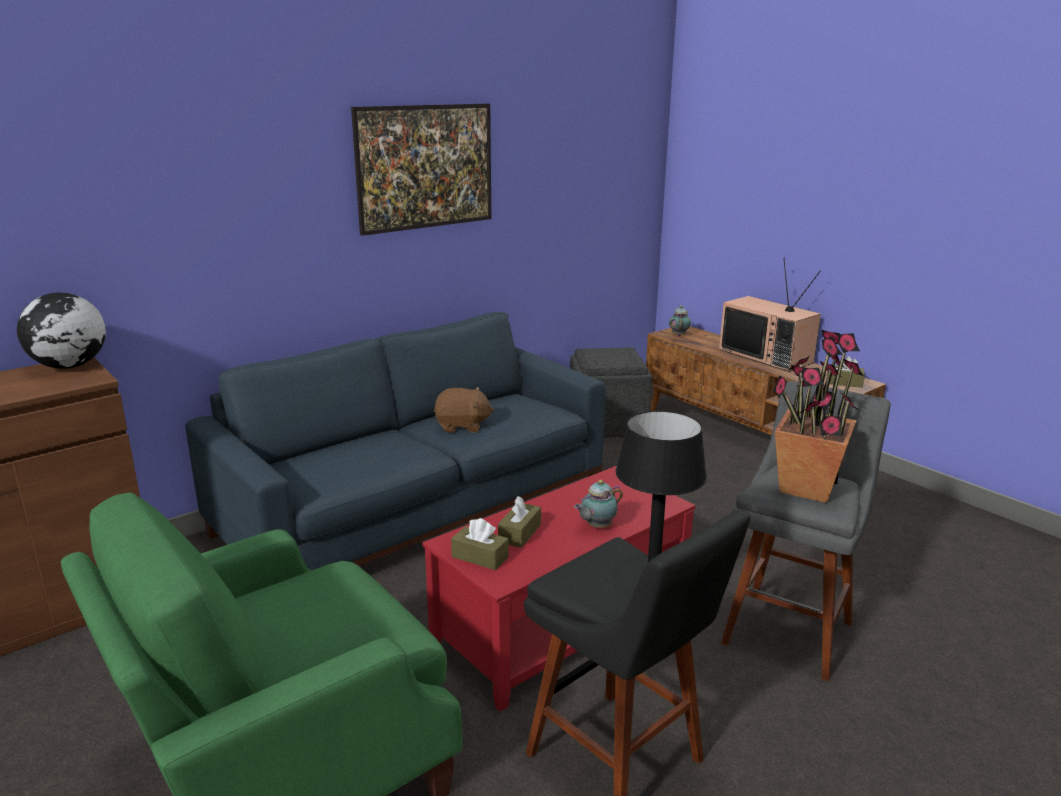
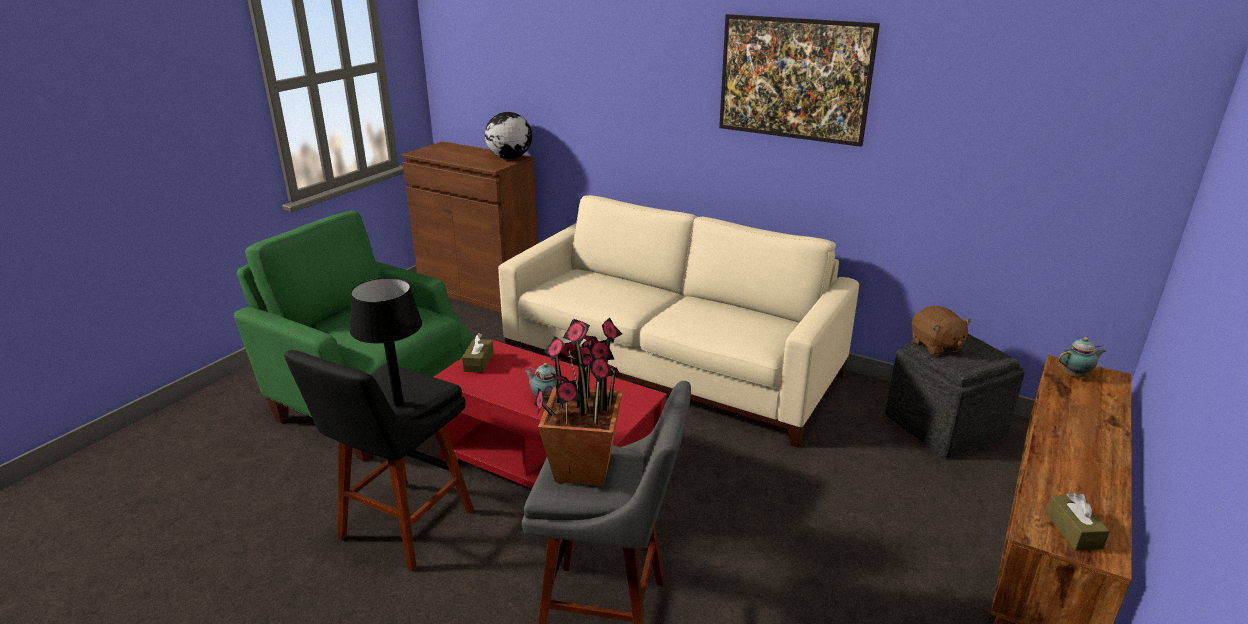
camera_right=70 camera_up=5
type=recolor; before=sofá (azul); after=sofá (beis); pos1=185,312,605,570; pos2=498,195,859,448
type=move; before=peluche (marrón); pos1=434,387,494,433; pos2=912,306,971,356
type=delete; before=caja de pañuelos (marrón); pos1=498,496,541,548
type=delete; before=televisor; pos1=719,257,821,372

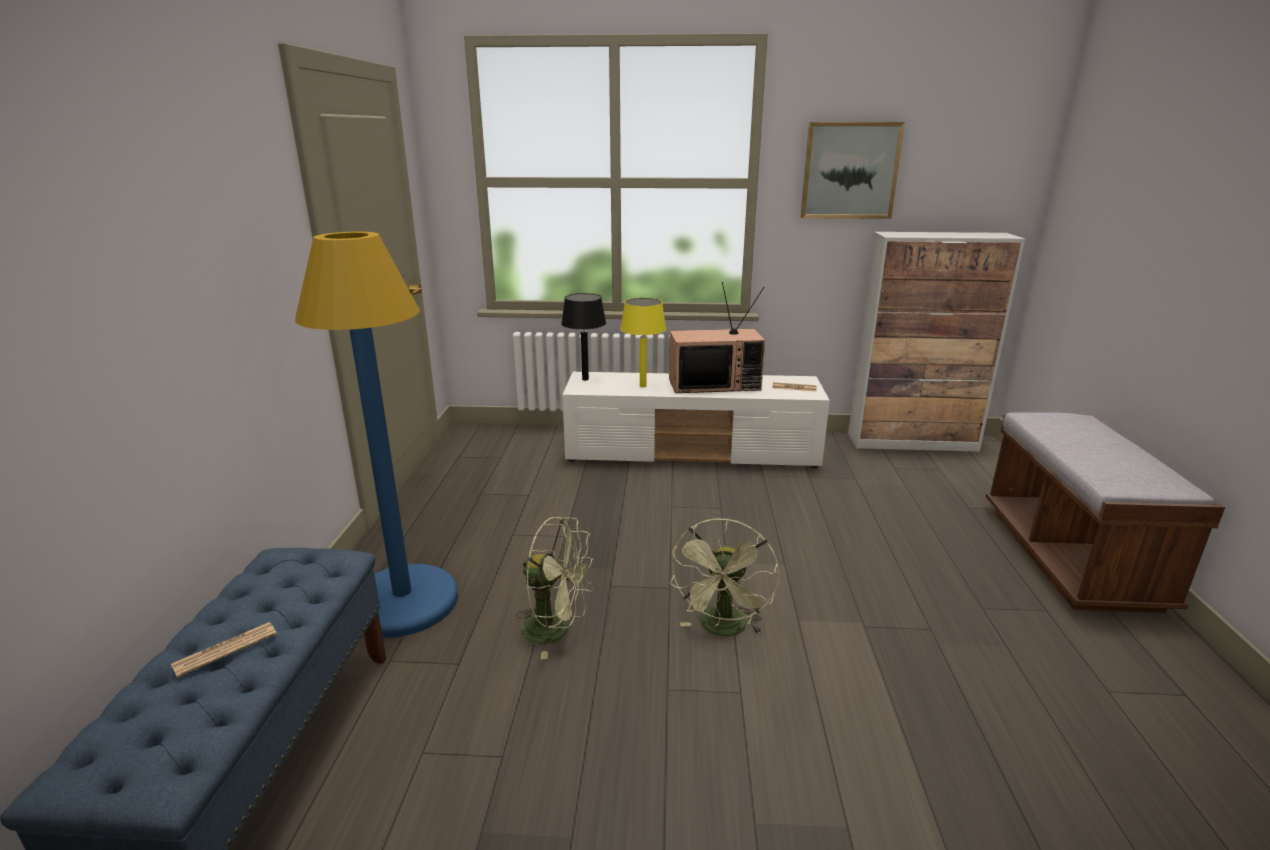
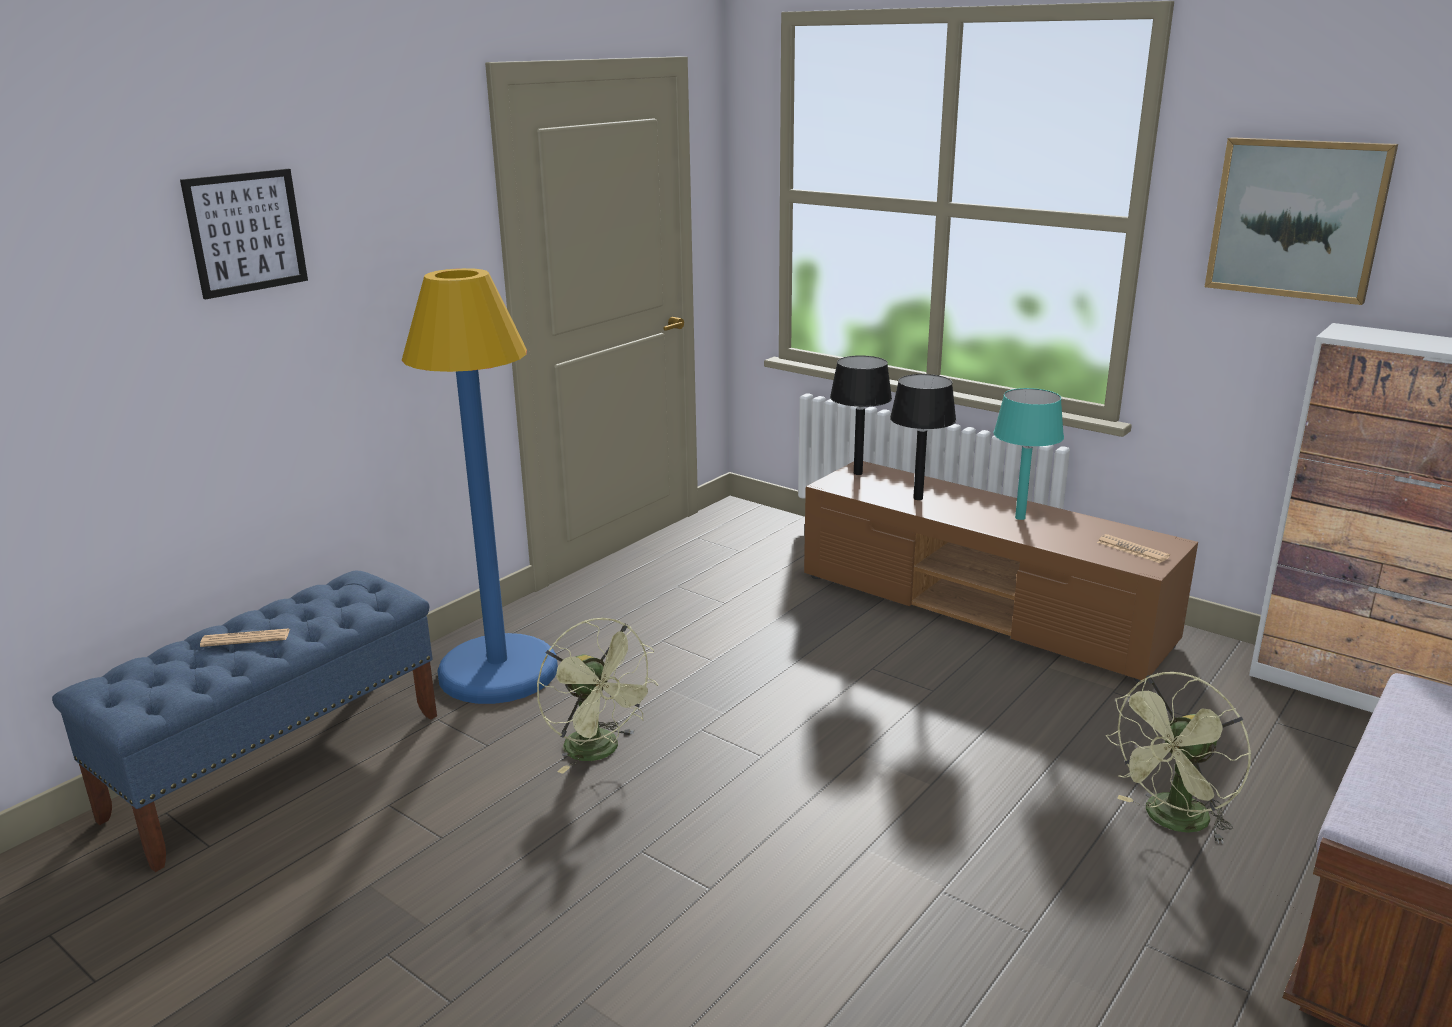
camera_right=35 camera_up=0
type=insert; after=cuadro; pos2=180,169,308,299
type=recolor; before=mueble de televisión (blanco); after=mueble de televisión (marrón); pos1=562,372,830,468; pos2=804,461,1198,683
type=recolor; before=lámpara de mesa (amarillo); after=lámpara de mesa (negro); pos1=620,298,666,387; pos2=890,374,956,500
type=replace; before=televisor; after=lámpara de mesa (turquesa); pos1=669,282,765,393; pos2=993,388,1064,520
type=move; before=ventilador (verde); pos1=669,519,779,636; pos2=1105,672,1251,844

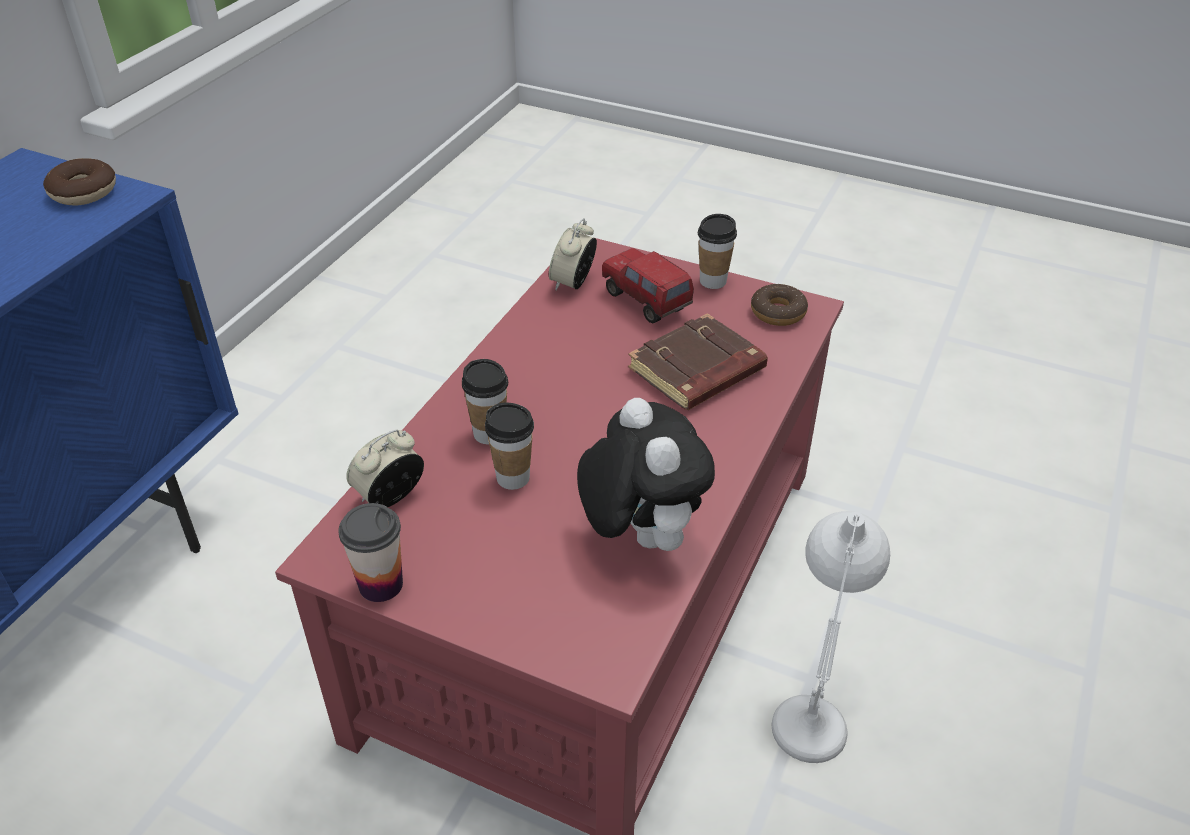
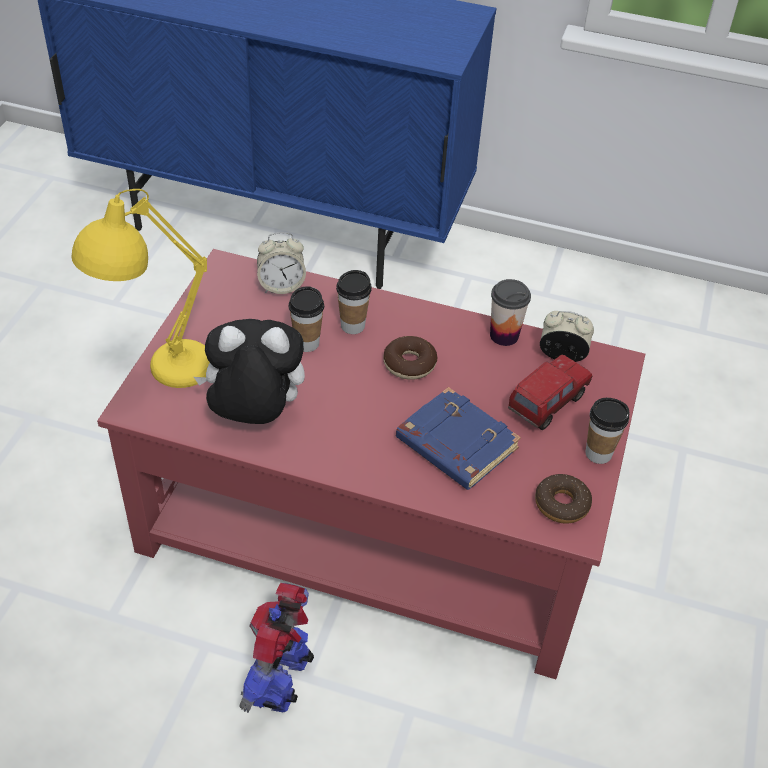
camera_right=80 camera_up=5
type=insert; after=lámpara de mesa (amarillo); pos2=72,189,210,388
type=rotate; before=peluche; pos1=577,398,715,551; pos2=194,319,305,424; turn=-150
type=replace; before=lámpara de mesa (blanco); after=robot de juguete; pos1=772,511,890,763; pos2=239,583,314,713
type=rotate; before=despertador; pos1=346,429,424,507; pos2=257,232,306,294; turn=135
type=move; before=rosquilla; pos1=43,158,116,206; pos2=383,336,437,380
type=recolor; before=libro (marrón); after=libro (azul); pos1=628,313,768,410; pos2=396,387,521,490
type=move; before=taza; pos1=338,503,403,602; pos2=490,279,531,346

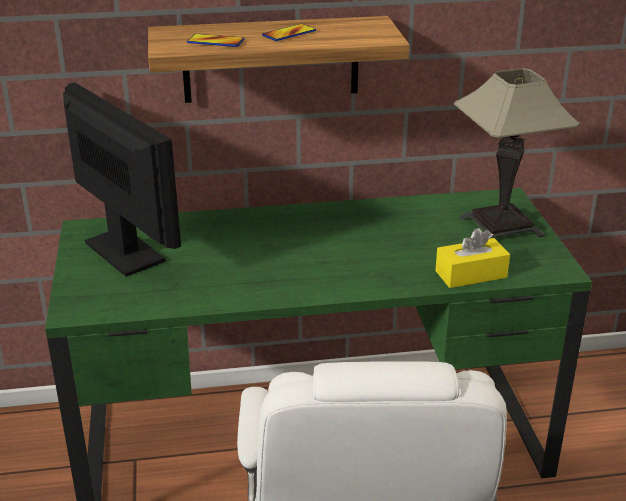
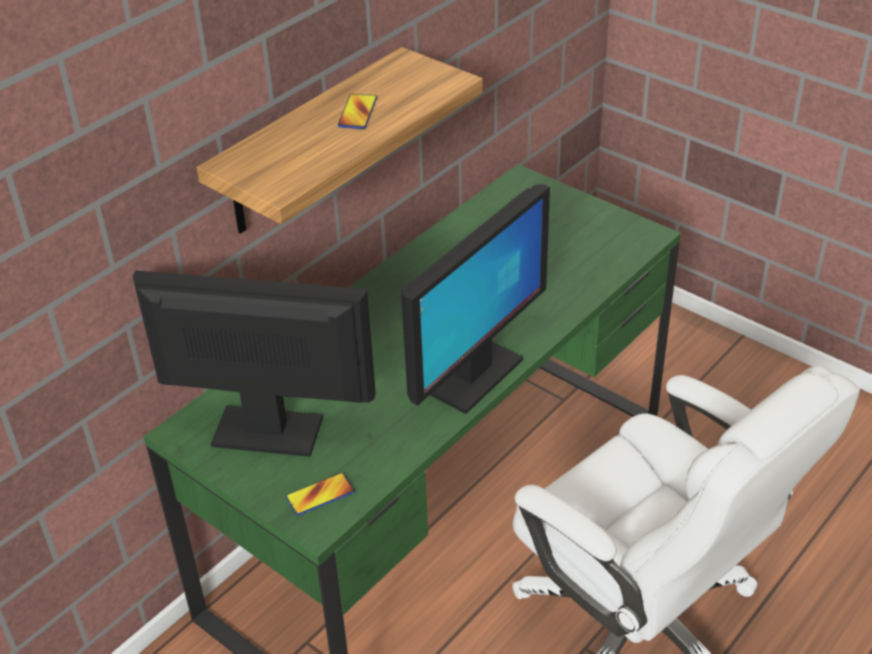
camera_right=-40 camera_up=10
type=move; before=móvil; pos1=187,34,245,47; pos2=286,473,355,515
type=insert; after=monitor; pos2=401,184,550,414
type=delete; before=caja de pañuelos (amarillo); pos1=435,228,510,288
type=delete; before=lámpara de mesa; pos1=454,68,580,239

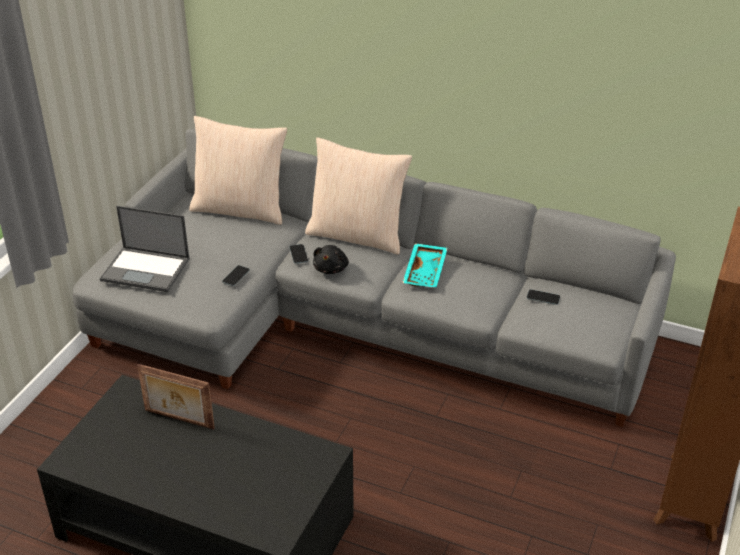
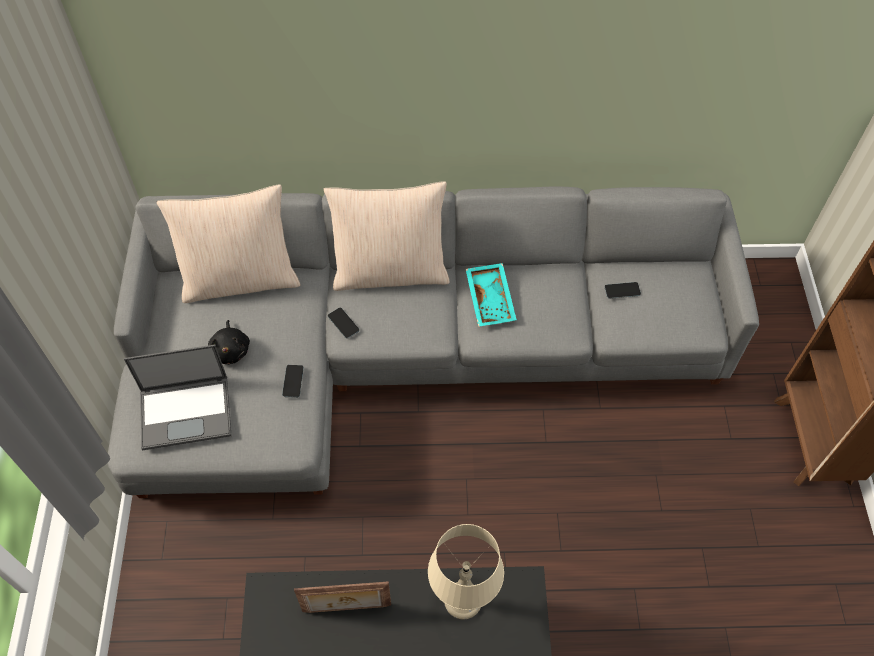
camera_right=-25 camera_up=20
type=move; before=peluche (negro); pos1=313,245,349,274; pos2=208,320,250,364
type=insert; after=lámpara de mesa (beis); pos2=428,524,504,619

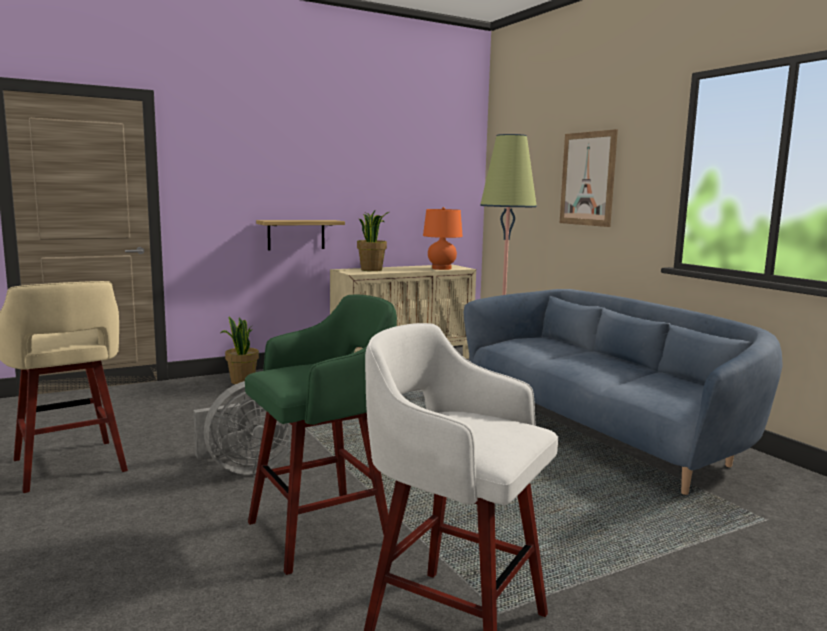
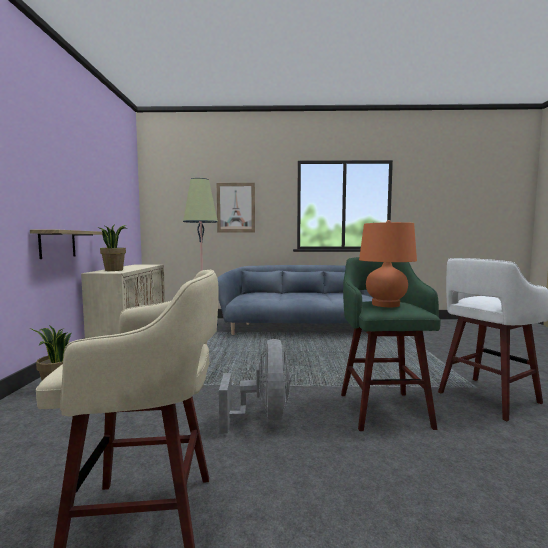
camera_right=-60 camera_up=-5
type=move; before=lámpara de mesa (naranja); pos1=423,207,463,270; pos2=359,220,417,307

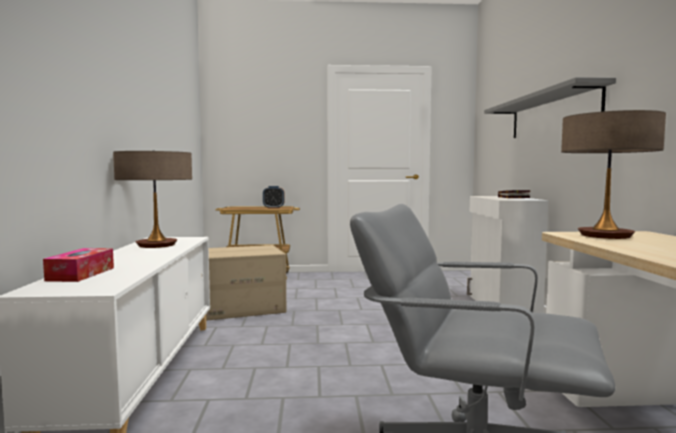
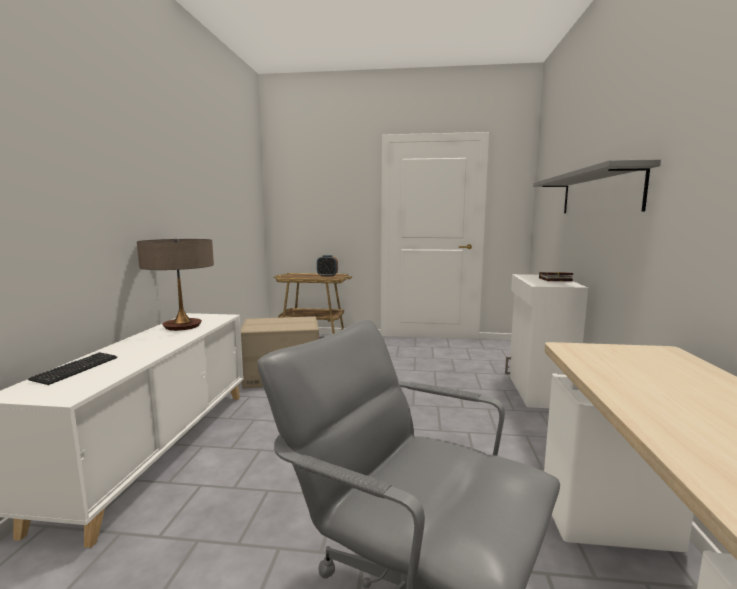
camera_right=10 camera_up=5
type=replace; before=caja de pañuelos; after=teclado; pos1=43,248,114,282; pos2=28,352,117,385
type=delete; before=lámpara de mesa; pos1=561,110,666,239

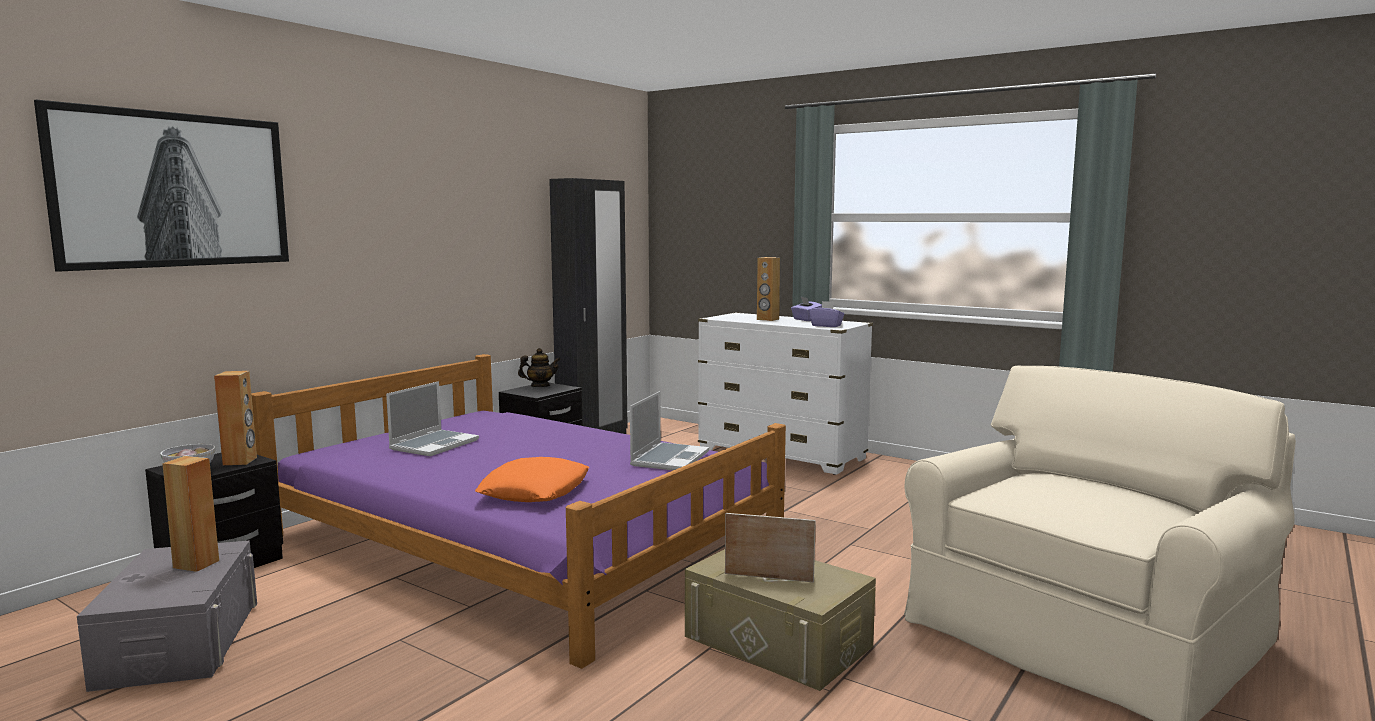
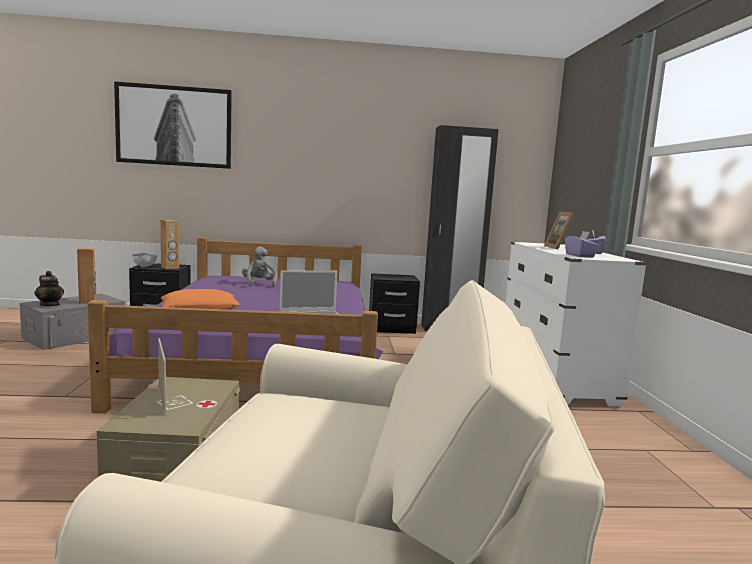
camera_right=50 camera_up=0
type=move; before=tetera; pos1=518,348,561,387; pos2=35,271,64,306
type=replace; before=portátil; after=peluche (gris); pos1=386,381,479,456; pos2=242,246,277,287
type=replace; before=altavoz (marrón); after=portarretratos; pos1=757,257,780,321; pos2=544,211,574,249

